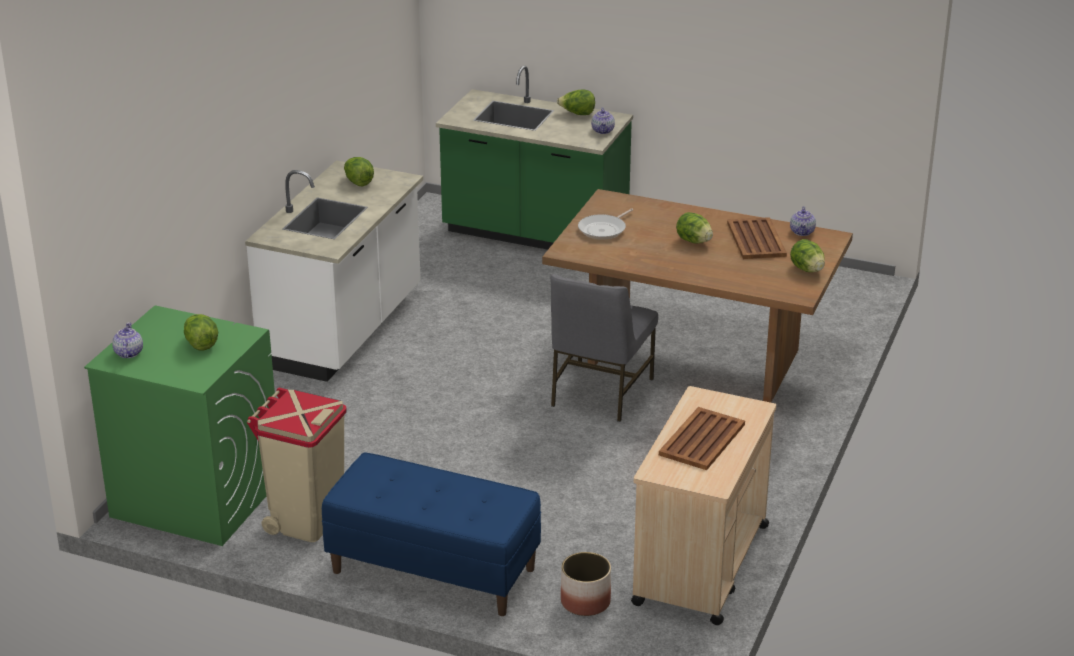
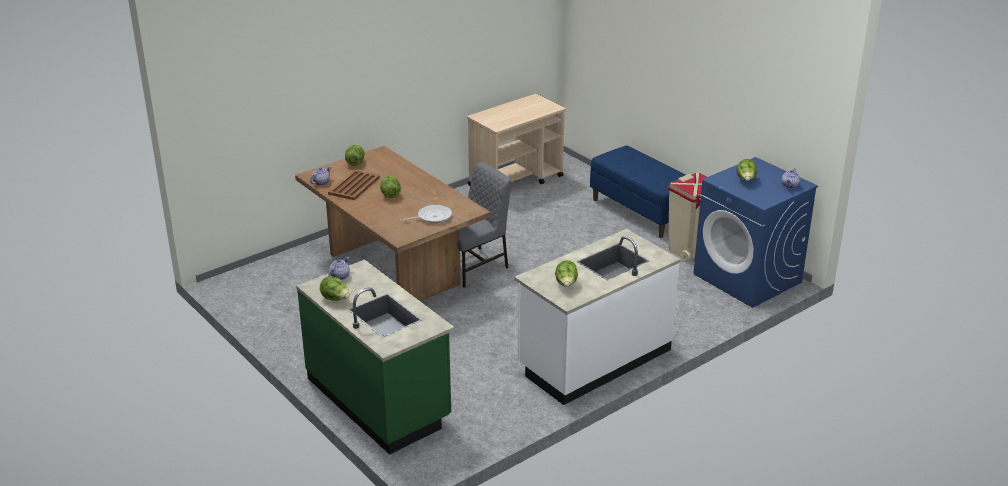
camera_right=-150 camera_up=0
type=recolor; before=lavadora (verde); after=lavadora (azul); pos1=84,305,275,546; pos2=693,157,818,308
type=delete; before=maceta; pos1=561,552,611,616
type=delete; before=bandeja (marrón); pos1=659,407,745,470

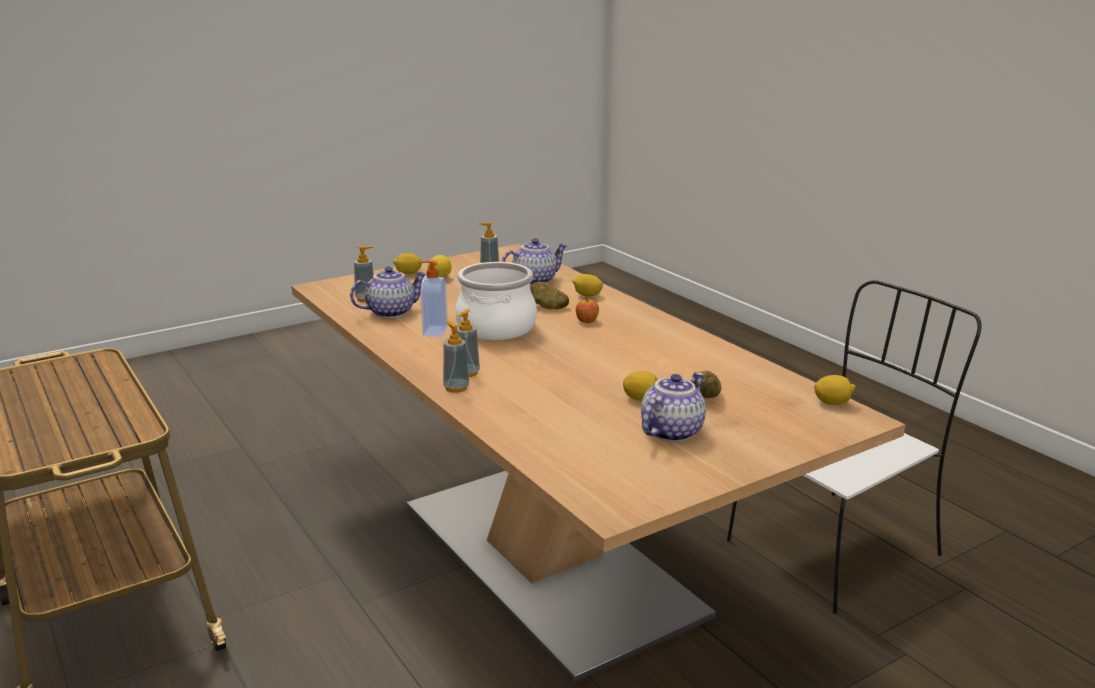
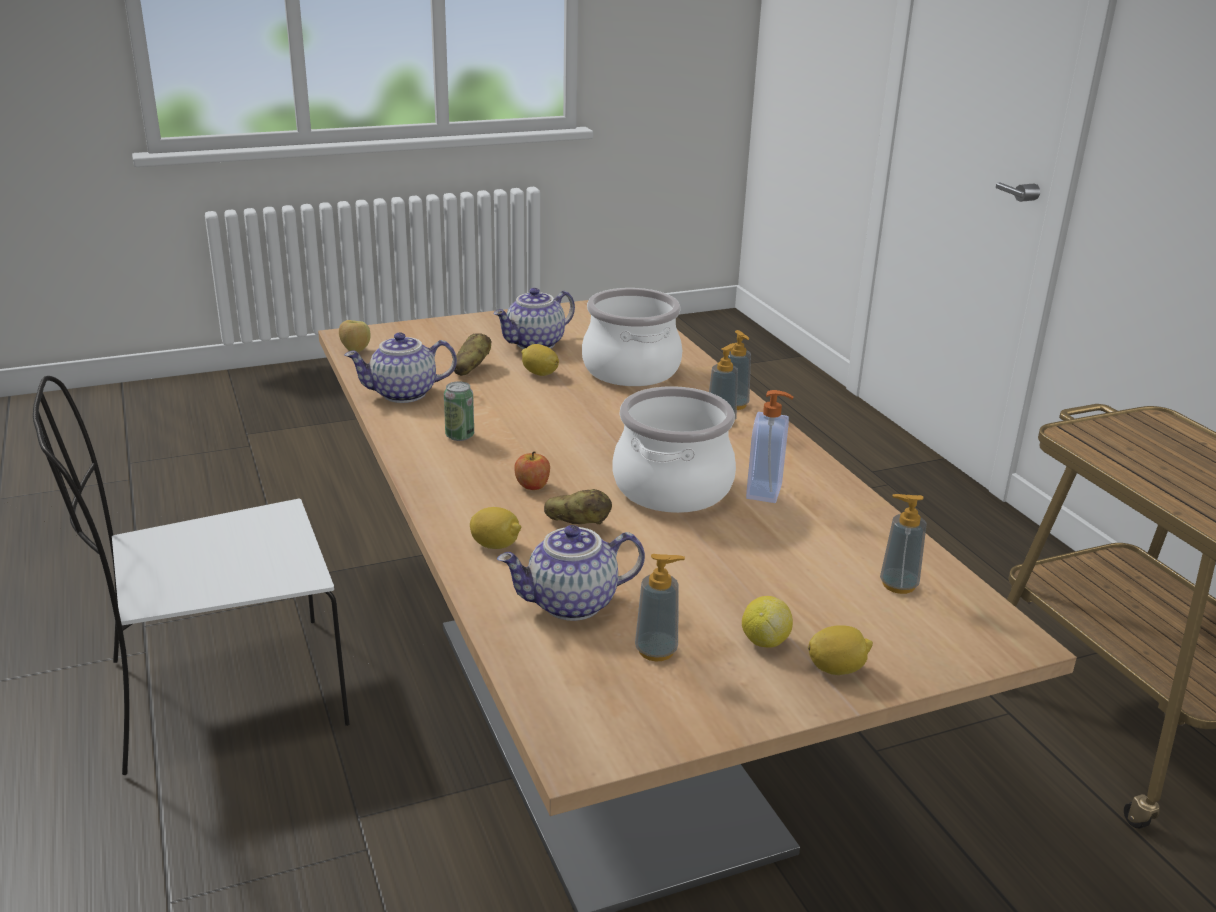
camera_right=-170 camera_up=5
type=replace; before=limón; after=manzana; pos1=814,375,856,405; pos2=339,320,371,352
type=move; before=tetera; pos1=350,267,427,318; pos2=344,332,457,403
type=insert; after=lata; pos2=444,381,474,441
type=insert; after=olla; pos2=582,288,682,386

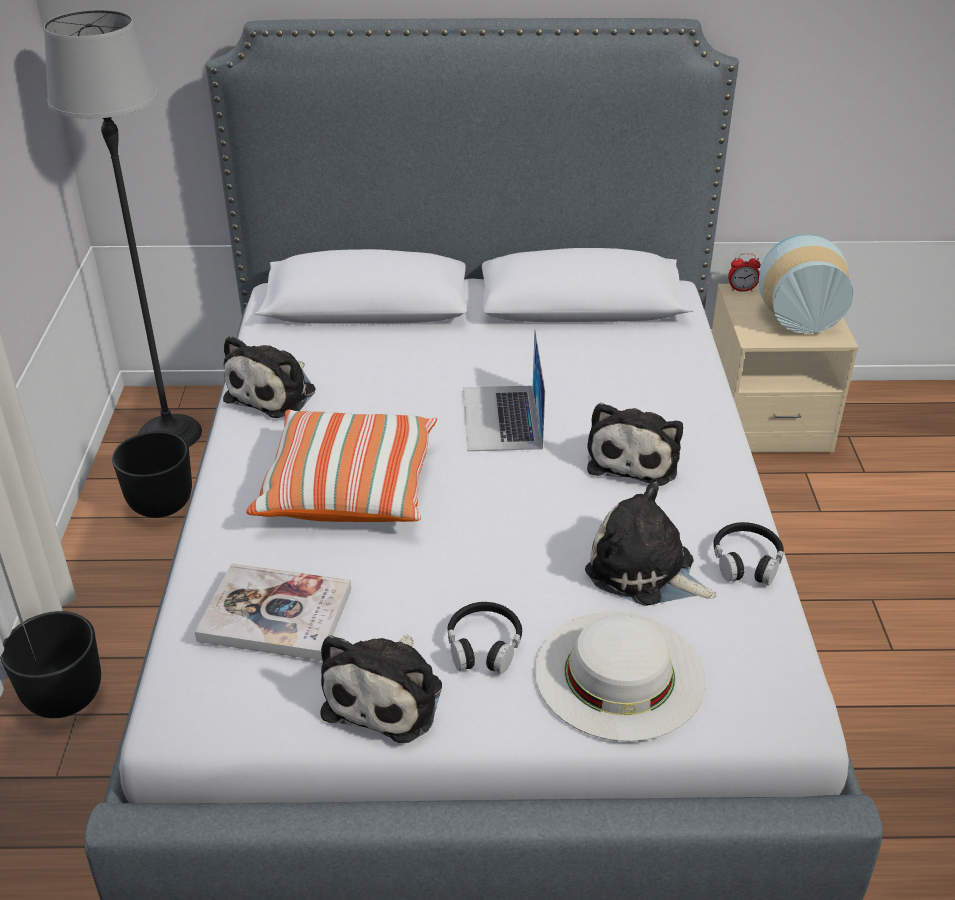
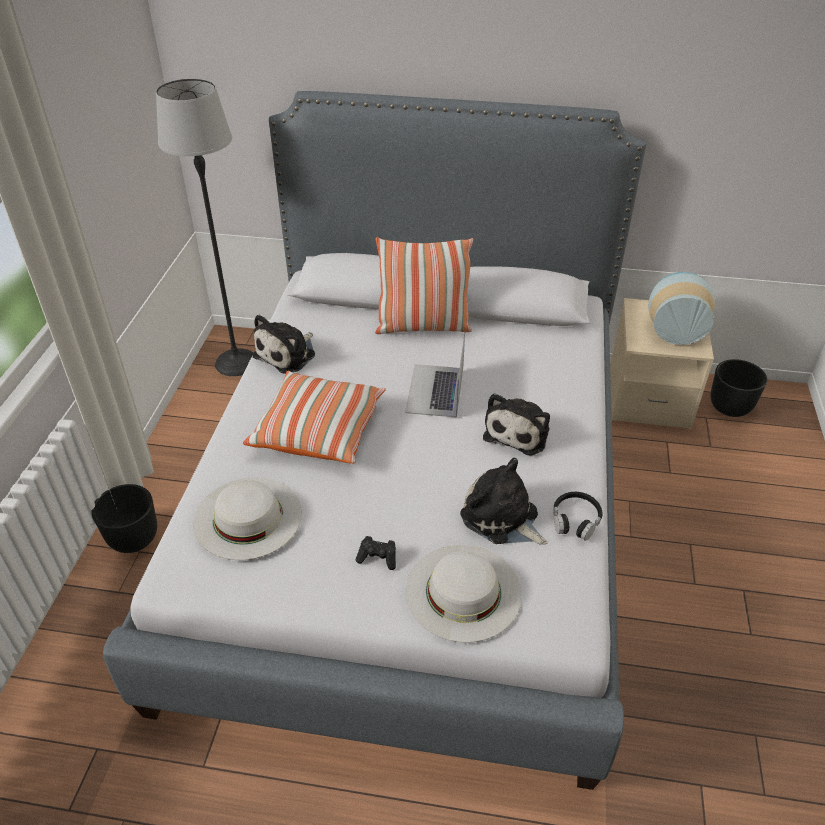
camera_right=10 camera_up=5
type=replace; before=libro; after=sombrero (blanco); pos1=195,563,351,661; pos2=193,477,302,560
type=replace; before=auriculares (negro); after=mando de consola (negro); pos1=448,602,522,674; pos2=356,536,396,570
type=insert; after=cojín; pos2=375,237,474,334
type=move; before=maceta (negro); pos1=112,431,192,518; pos2=711,359,768,417
type=delete; before=peluche; pos1=320,634,442,743
type=delete; before=despertador; pos1=728,253,761,292

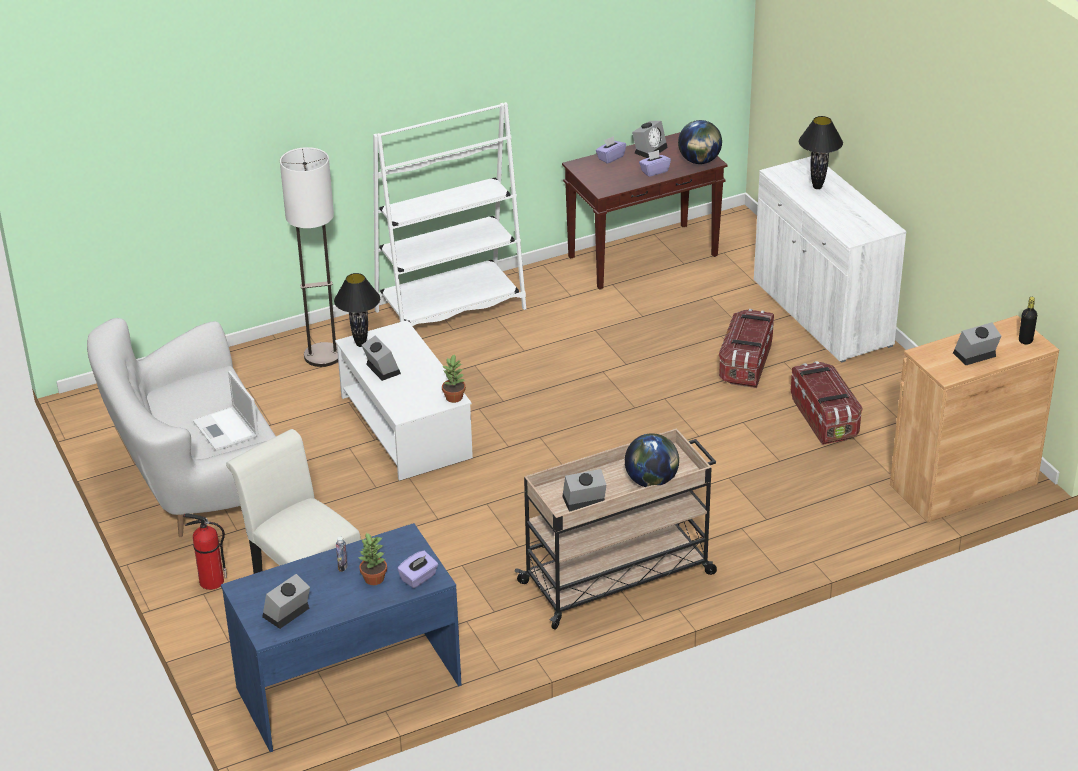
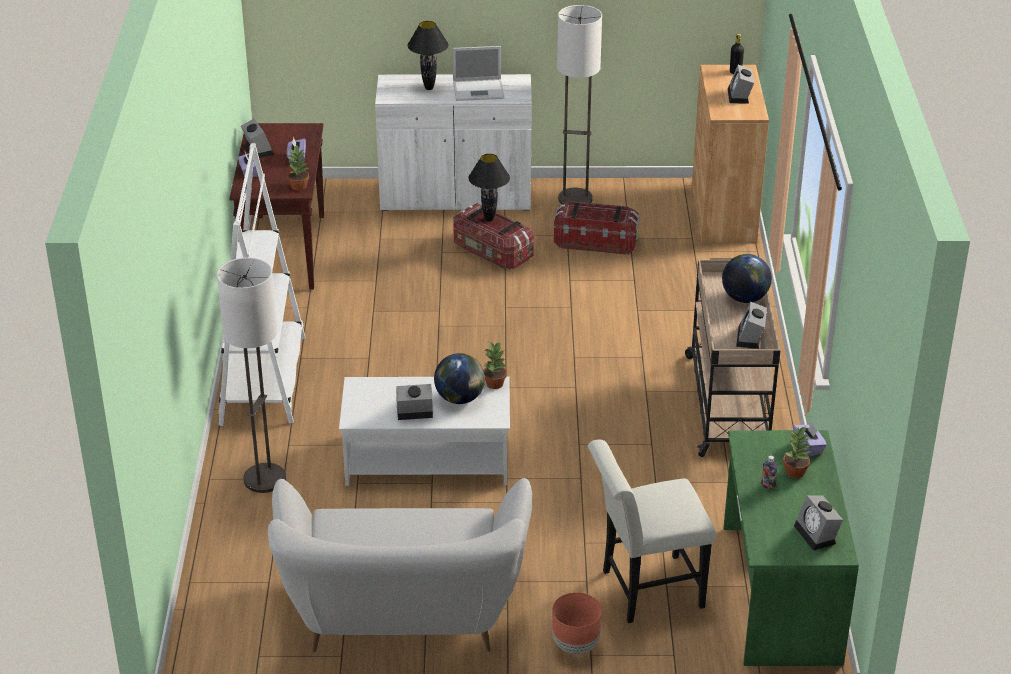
camera_right=-65 camera_up=0
type=insert; after=planta en maceta; pos2=287,145,309,191
type=move; before=globo terráqueo; pos1=678,120,722,164; pos2=434,353,485,404
type=move; before=portátil; pos1=193,371,258,451; pos2=453,46,504,101
type=move; before=lámpara de mesa (negro); pos1=334,273,380,347; pos2=468,154,510,222
type=replace; before=extintor; after=maceta (marrón); pos1=183,513,227,590; pos2=552,592,602,655
type=insert; after=lámpara de pie; pos2=557,5,602,204
type=recolor; before=escritorio (azul); after=escritorio (verde); pos1=221,523,461,752; pos2=724,430,859,666

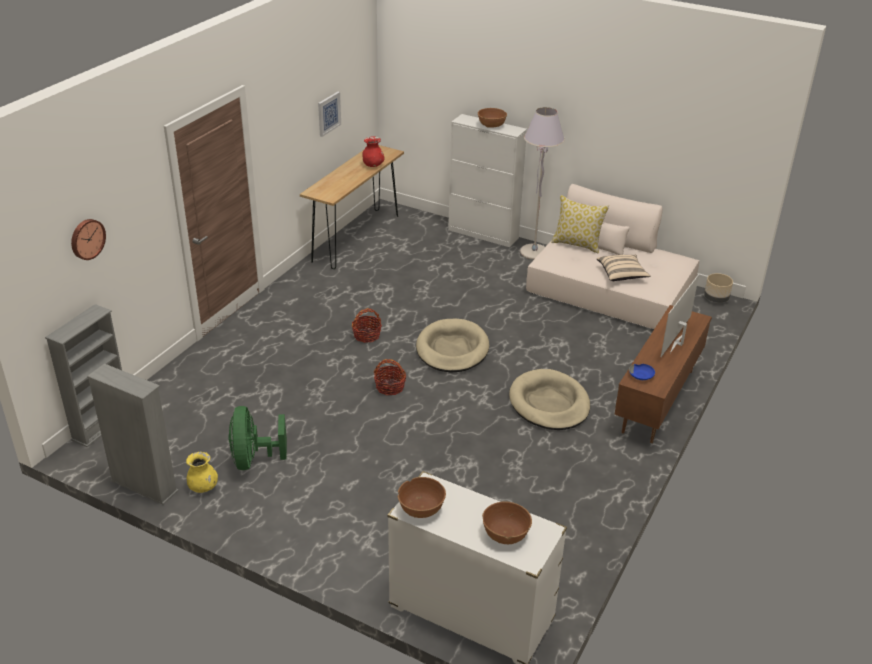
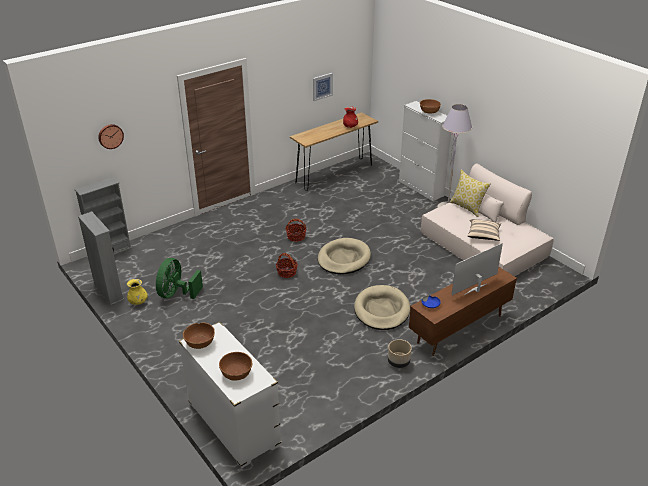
camera_right=25 camera_up=0
type=move; before=maceta (beis); pos1=704,273,733,303; pos2=388,339,412,368

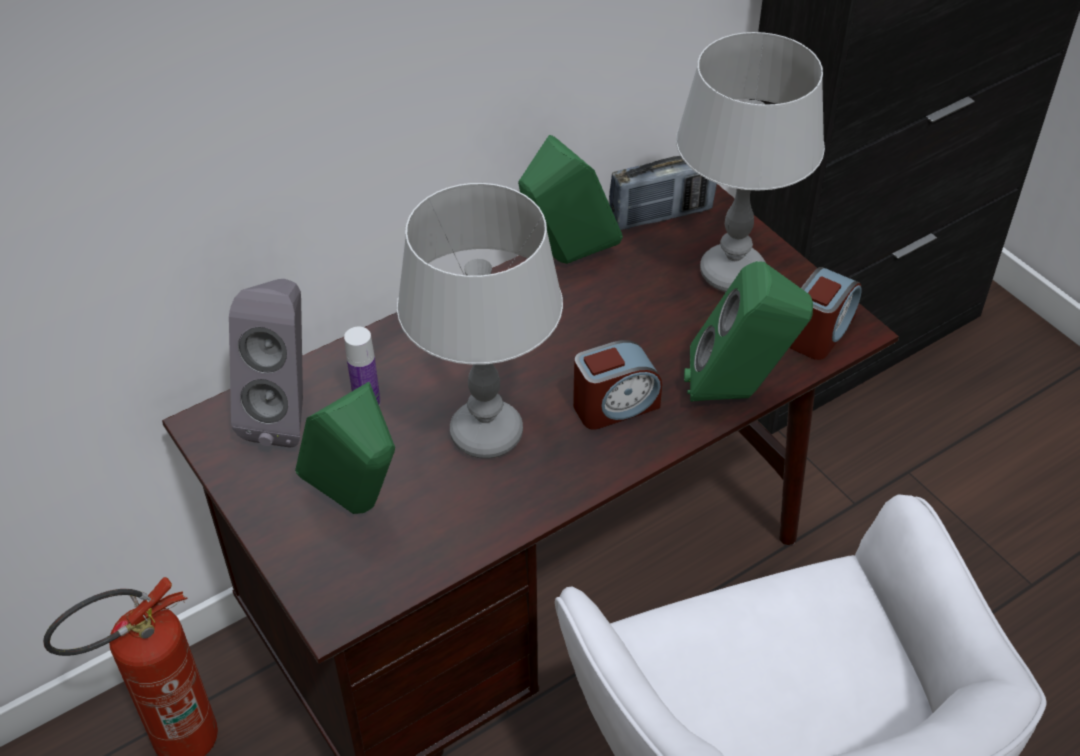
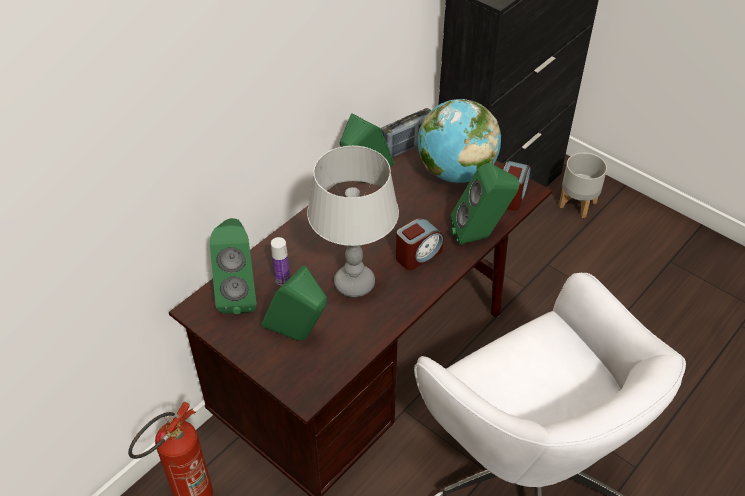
camera_right=-15 camera_up=0
type=recolor; before=altavoz (gris); after=altavoz (verde); pos1=229,279,303,447; pos2=210,218,257,314
type=replace; before=lámpara de mesa (gris); after=globo terráqueo; pos1=676,32,825,292; pos2=418,99,501,183
type=insert; after=maceta (gris); pos2=559,152,607,218

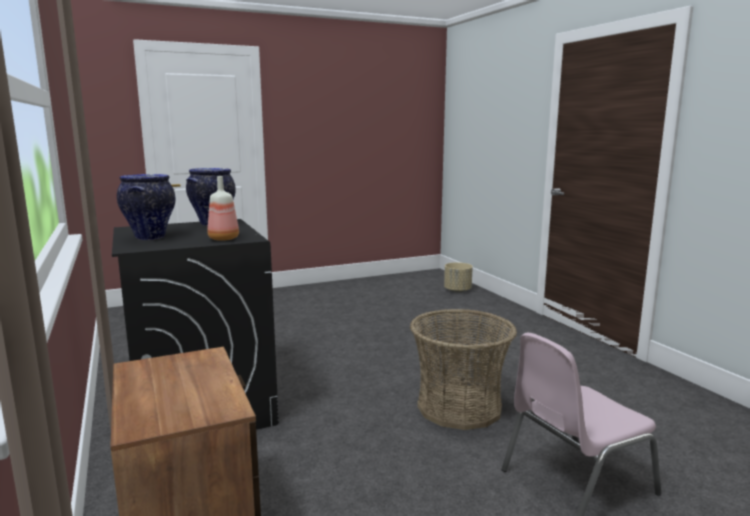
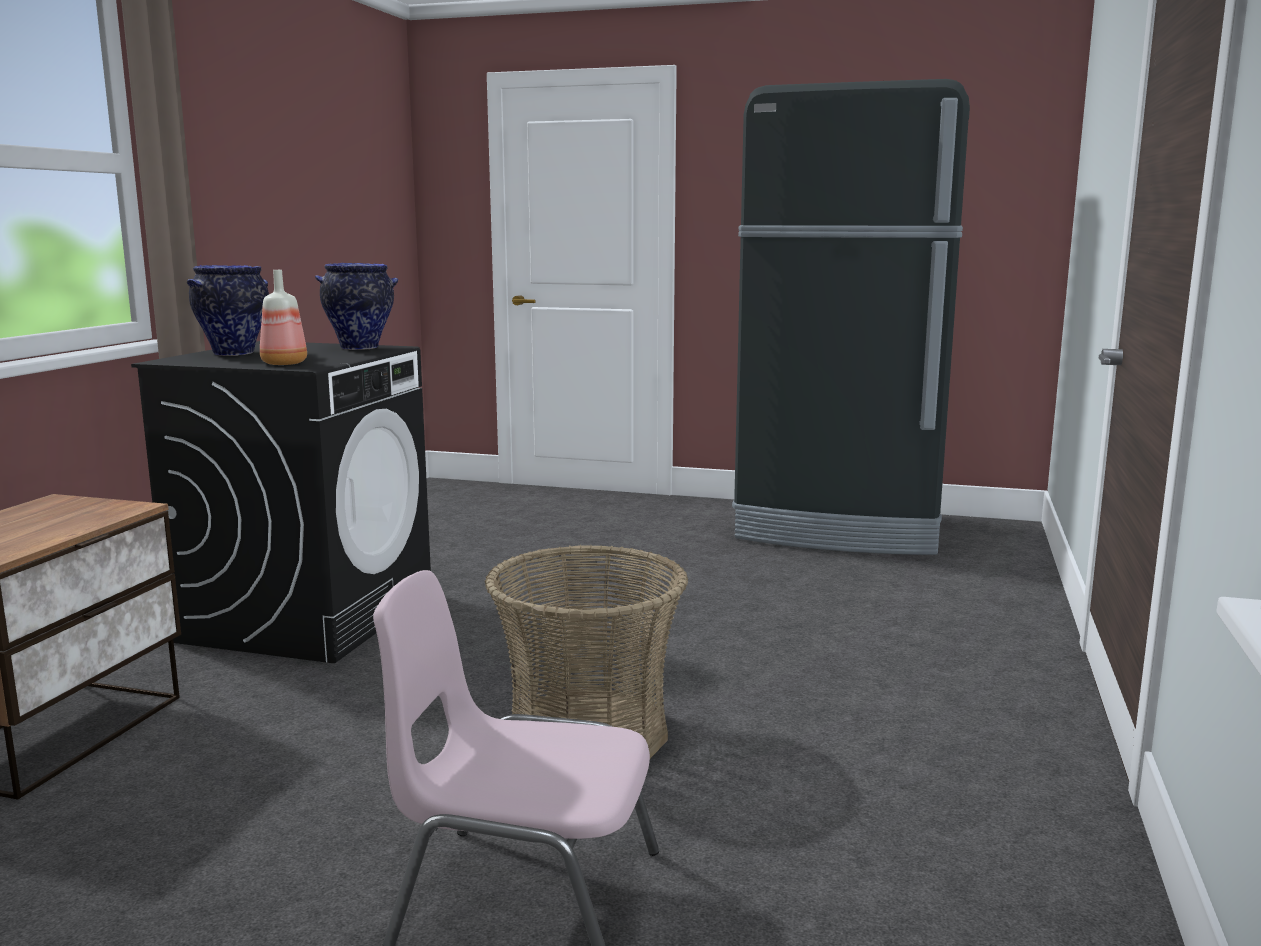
camera_right=40 camera_up=0
type=insert; after=nevera (negro); pos2=732,79,970,555
type=delete; before=maceta (beis); pos1=444,262,473,293

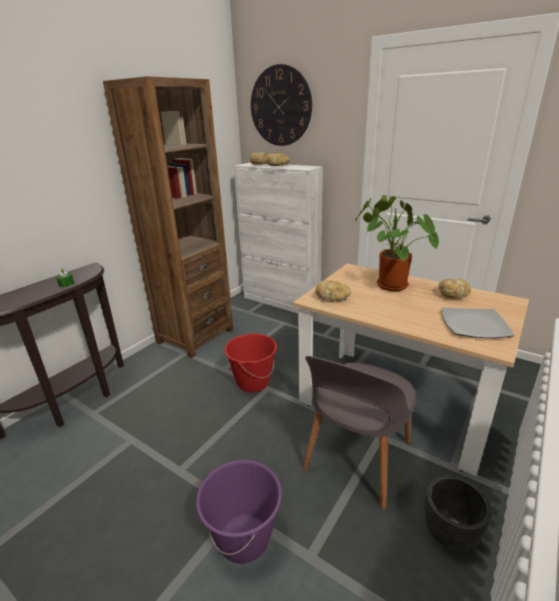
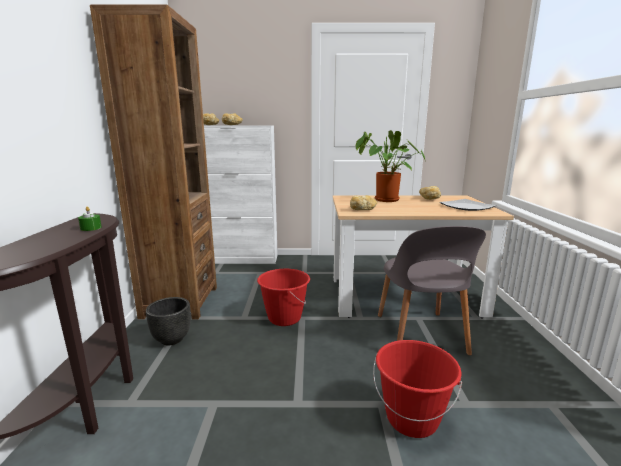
camera_right=-35 camera_up=-10
type=move; before=maceta (negro); pos1=424,476,491,551; pos2=146,297,191,346
type=recolor; before=cubo (morado); after=cubo (rojo); pos1=196,460,282,564; pos2=373,340,462,438
type=delete; before=reloj de pared; pos1=251,64,312,146

